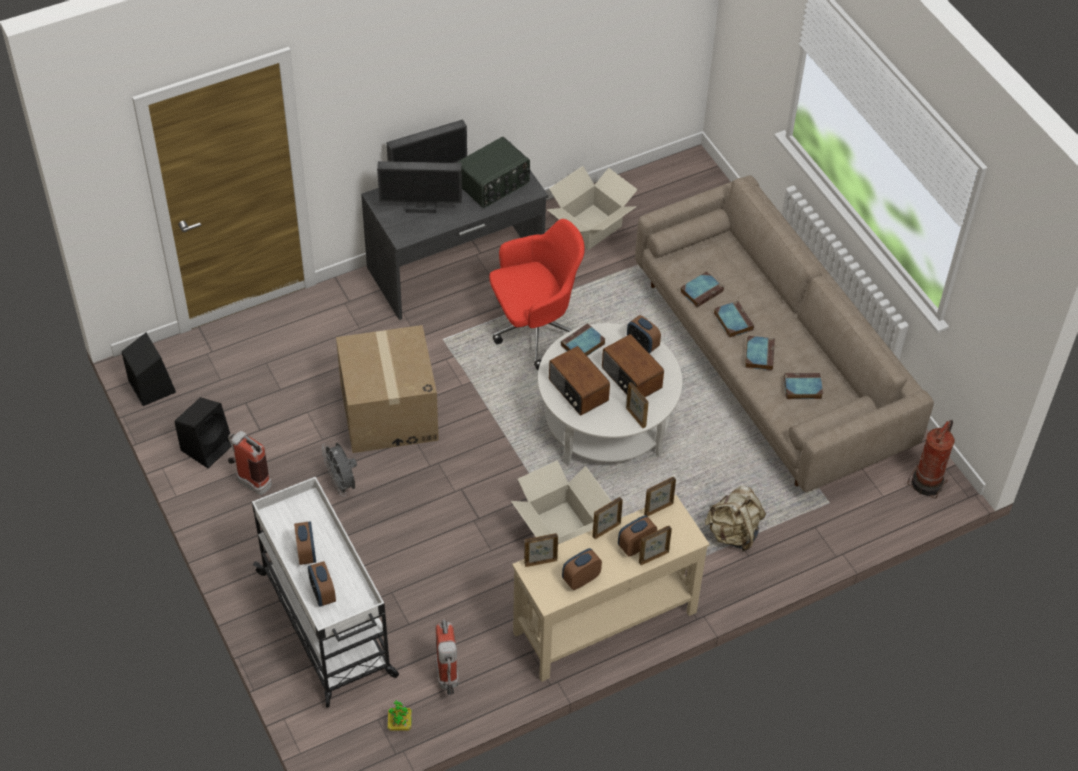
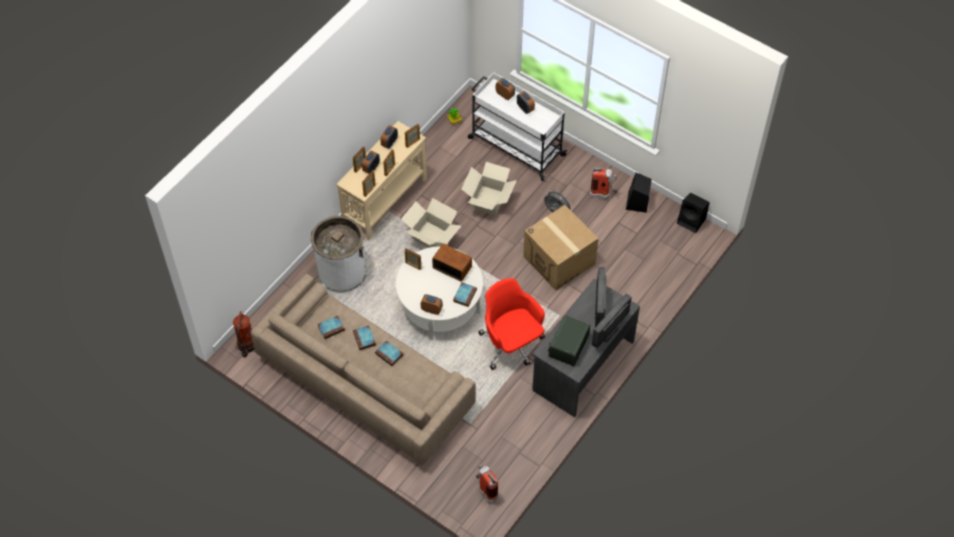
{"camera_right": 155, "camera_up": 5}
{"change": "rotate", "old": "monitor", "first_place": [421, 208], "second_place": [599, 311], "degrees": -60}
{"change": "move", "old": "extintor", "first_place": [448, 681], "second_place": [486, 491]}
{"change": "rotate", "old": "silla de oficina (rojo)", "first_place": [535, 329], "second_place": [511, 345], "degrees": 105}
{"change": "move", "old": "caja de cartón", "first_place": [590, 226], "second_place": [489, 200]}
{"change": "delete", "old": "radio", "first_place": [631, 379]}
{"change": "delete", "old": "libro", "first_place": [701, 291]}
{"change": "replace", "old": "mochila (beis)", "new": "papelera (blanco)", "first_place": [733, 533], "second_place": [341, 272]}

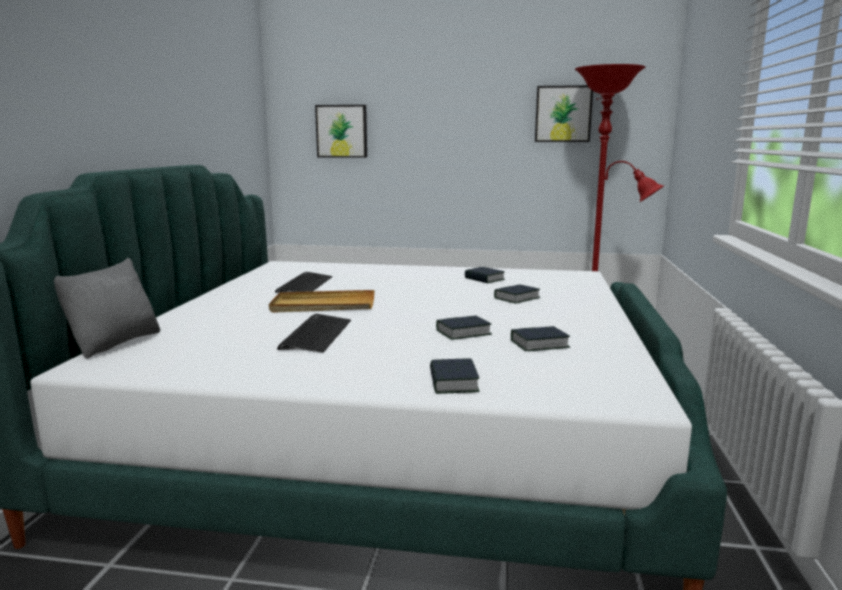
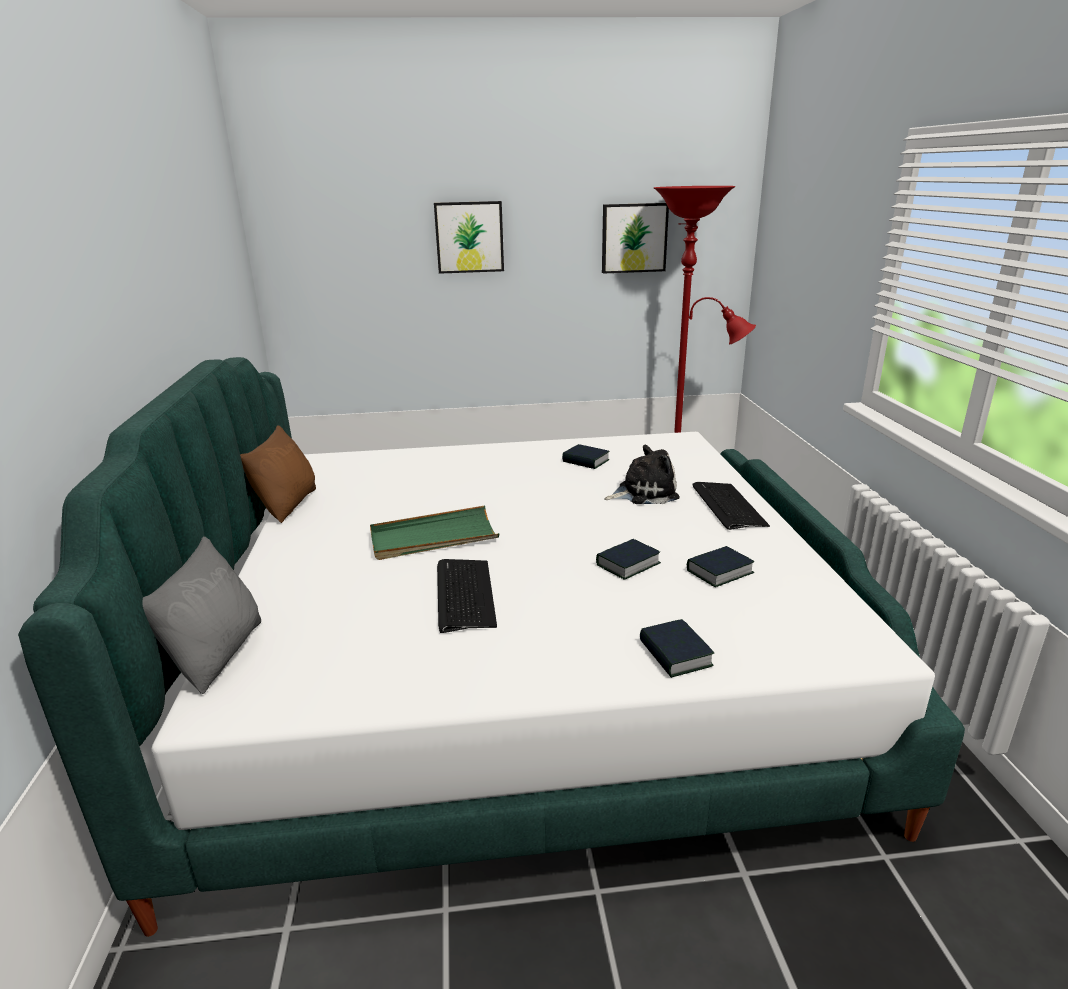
{"camera_right": -15, "camera_up": 10}
{"change": "recolor", "old": "bandeja (beis)", "new": "bandeja (verde)", "first_place": [323, 306], "second_place": [433, 537]}
{"change": "move", "old": "teclado", "first_place": [304, 285], "second_place": [727, 506]}
{"change": "move", "old": "cuadro", "first_place": [342, 131], "second_place": [469, 237]}
{"change": "replace", "old": "libro", "new": "peluche", "first_place": [516, 298], "second_place": [644, 493]}
{"change": "insert", "new": "cojín (marrón)", "second_place": [287, 505]}

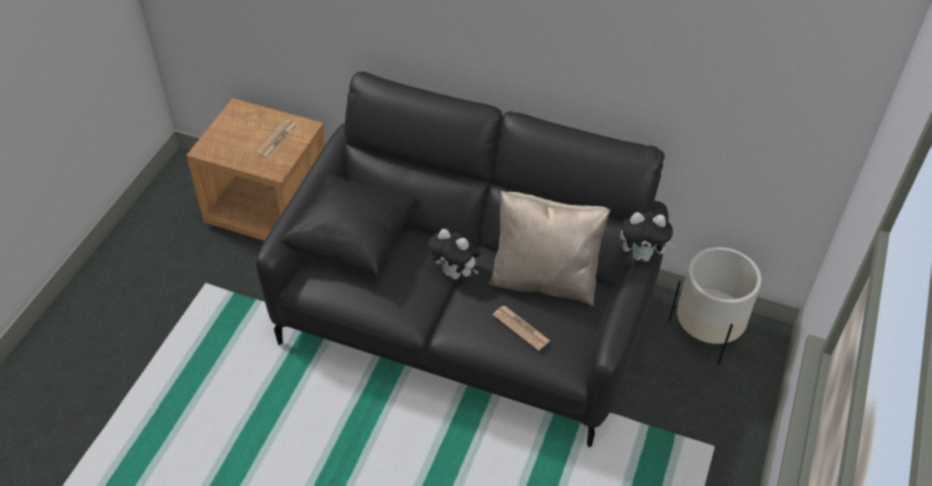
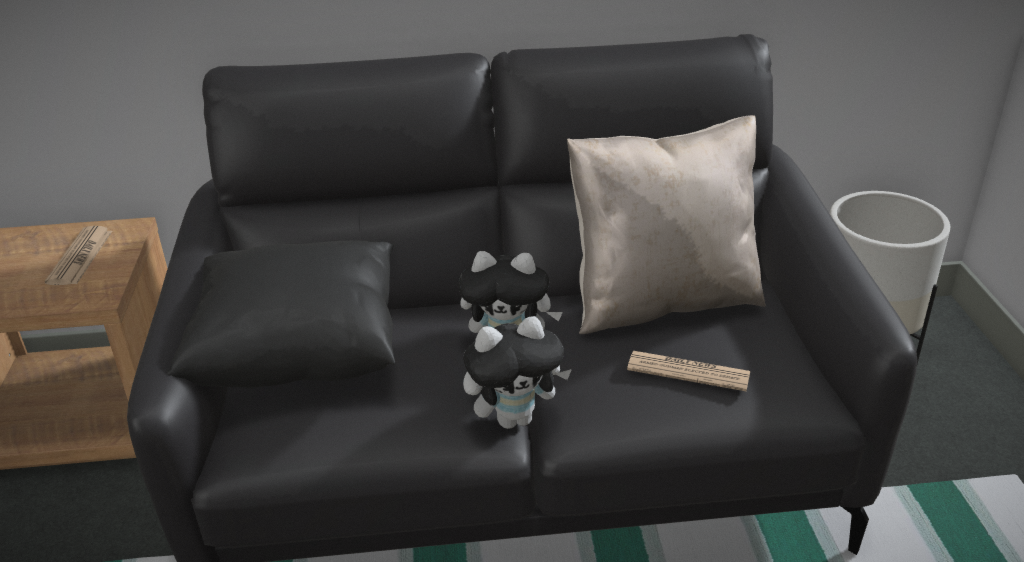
{"camera_right": -25, "camera_up": -15}
{"change": "move", "old": "peluche", "first_place": [642, 255], "second_place": [515, 418]}

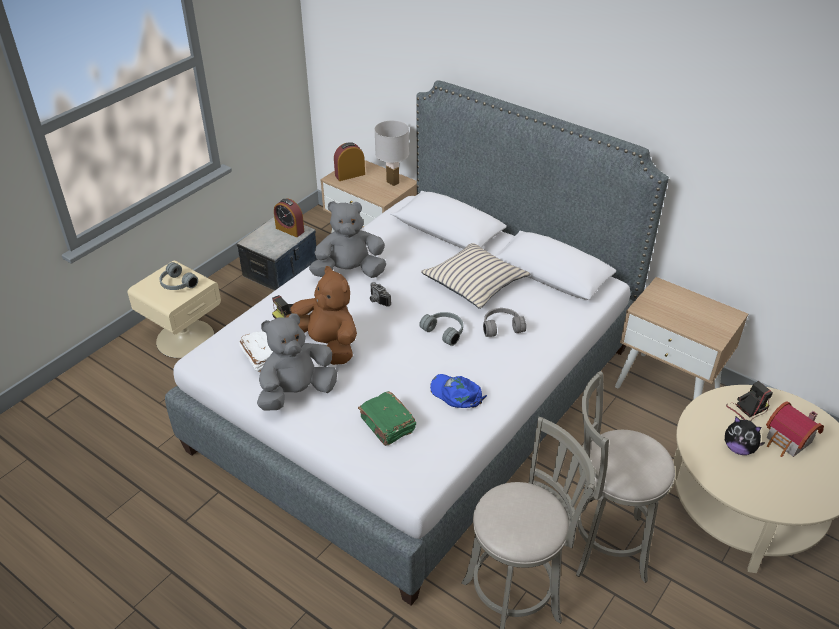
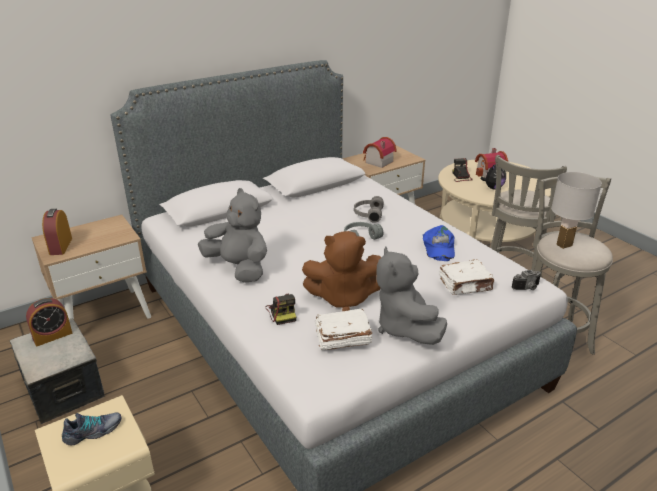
{"camera_right": -70, "camera_up": -10}
{"change": "replace", "old": "auriculares (gris)", "new": "zapato", "first_place": [176, 284], "second_place": [93, 432]}
{"change": "rotate", "old": "peluche (marrón)", "first_place": [327, 345], "second_place": [344, 298], "degrees": -150}
{"change": "rotate", "old": "peluche (gris)", "first_place": [349, 272], "second_place": [239, 268], "degrees": 120}
{"change": "recolor", "old": "libro (verde)", "new": "libro (blanco)", "first_place": [387, 425], "second_place": [466, 285]}
{"change": "move", "old": "cámara", "first_place": [377, 301], "second_place": [528, 288]}
{"change": "move", "old": "lámpara de mesa (blanco)", "first_place": [392, 182], "second_place": [564, 245]}
{"change": "delete", "old": "cojín (beis)", "first_place": [475, 282]}
{"change": "rotate", "old": "gorra (azul)", "first_place": [456, 394], "second_place": [438, 247], "degrees": -60}
{"change": "insert", "new": "casita", "second_place": [377, 162]}

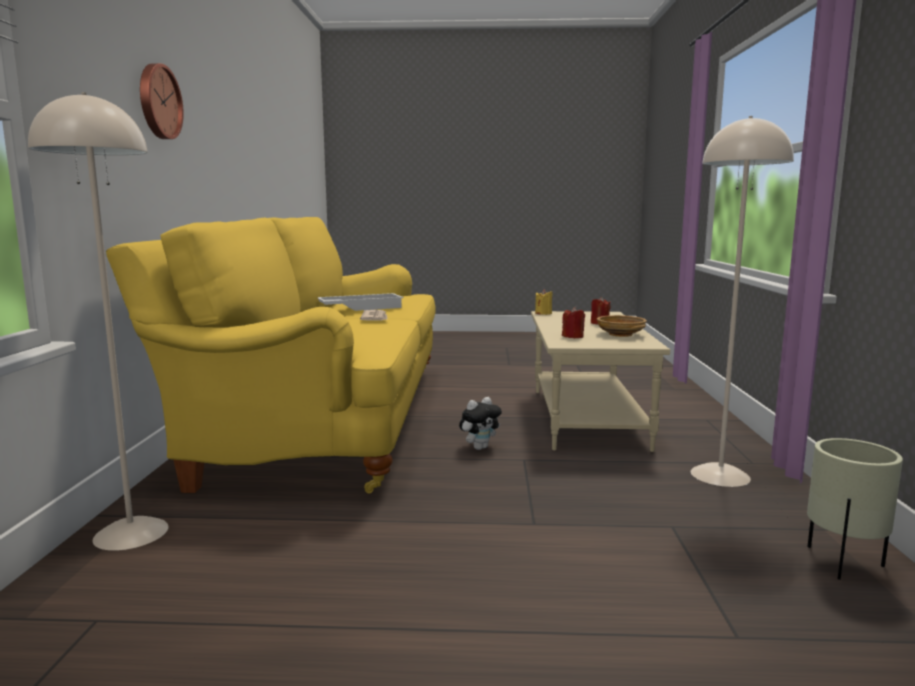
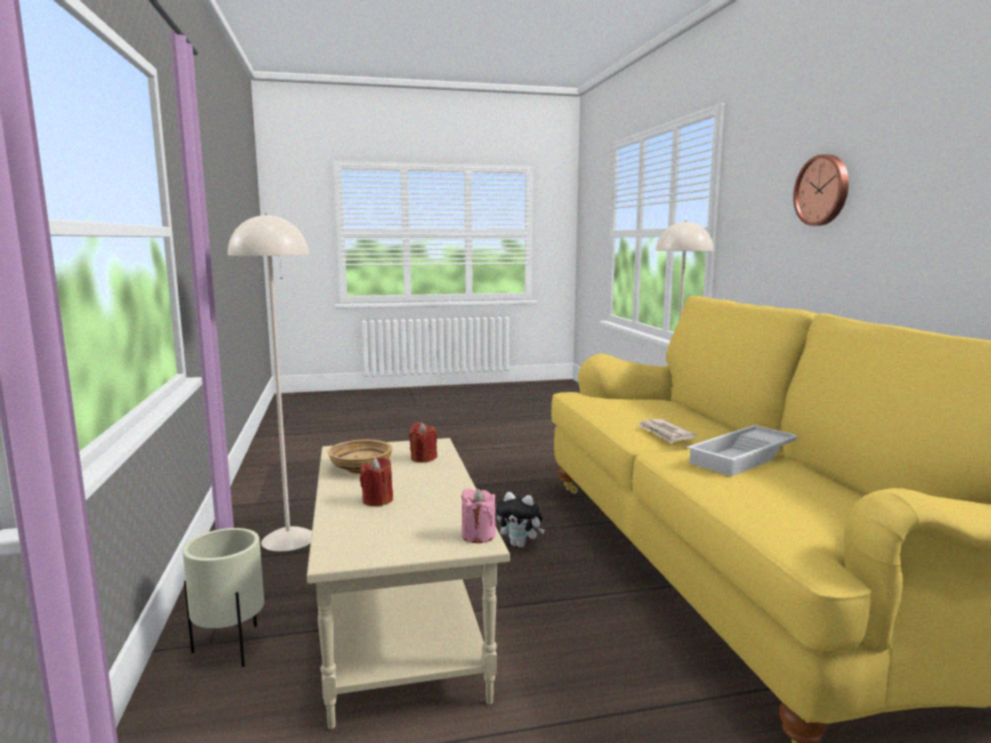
{"camera_right": 165, "camera_up": 0}
{"change": "rotate", "old": "peluche", "first_place": [479, 447], "second_place": [520, 544], "degrees": -105}
{"change": "recolor", "old": "vela (amarillo)", "new": "vela (rosa)", "first_place": [543, 313], "second_place": [478, 535]}
{"change": "move", "old": "maceta (beis)", "first_place": [843, 564], "second_place": [230, 648]}

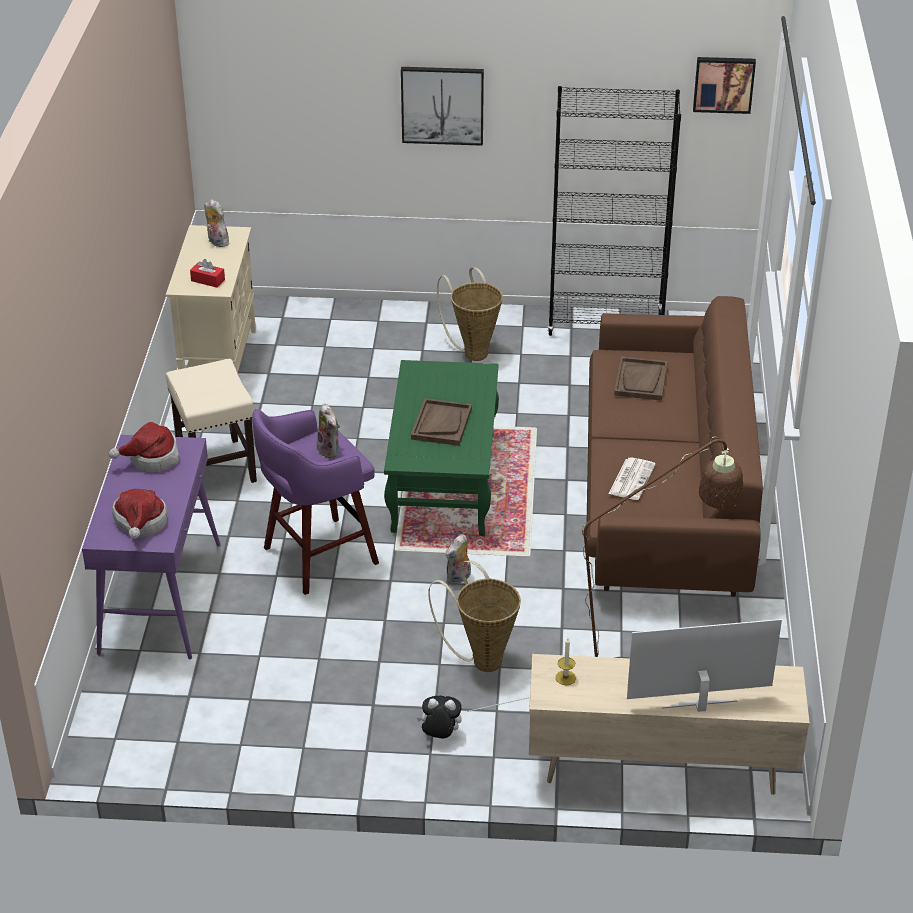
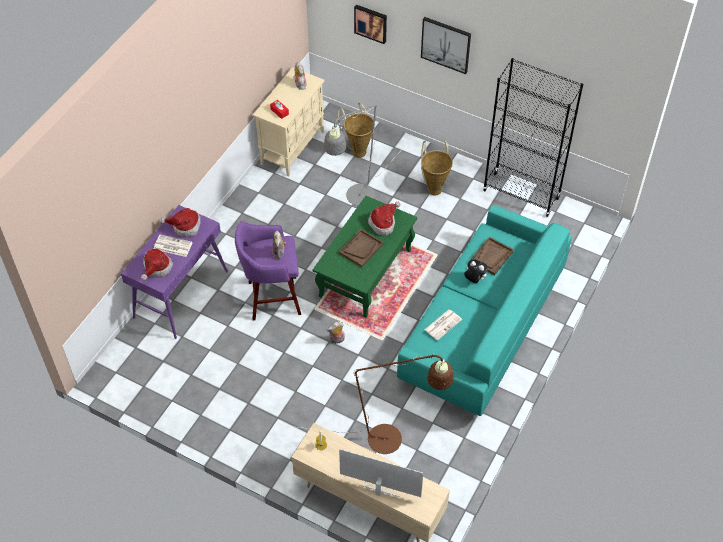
{"camera_right": 25, "camera_up": 15}
{"change": "delete", "old": "taburete (beis)", "first_place": [217, 467]}
{"change": "move", "old": "peluche", "first_place": [440, 735], "second_place": [474, 279]}
{"change": "move", "old": "cesta", "first_place": [482, 658], "second_place": [358, 150]}
{"change": "recolor", "old": "sofá (marrón)", "new": "sofá (turquesa)", "first_place": [664, 495], "second_place": [481, 327]}
{"change": "move", "old": "cuadro", "first_place": [723, 83], "second_place": [371, 23]}
{"change": "insert", "new": "periódico", "second_place": [172, 246]}
{"change": "insert", "new": "lámpara de pie (gris)", "second_place": [356, 200]}
{"change": "insert", "new": "sombrero", "second_place": [383, 223]}

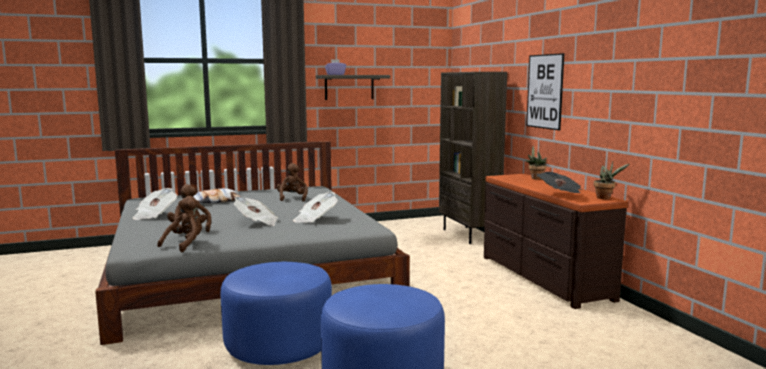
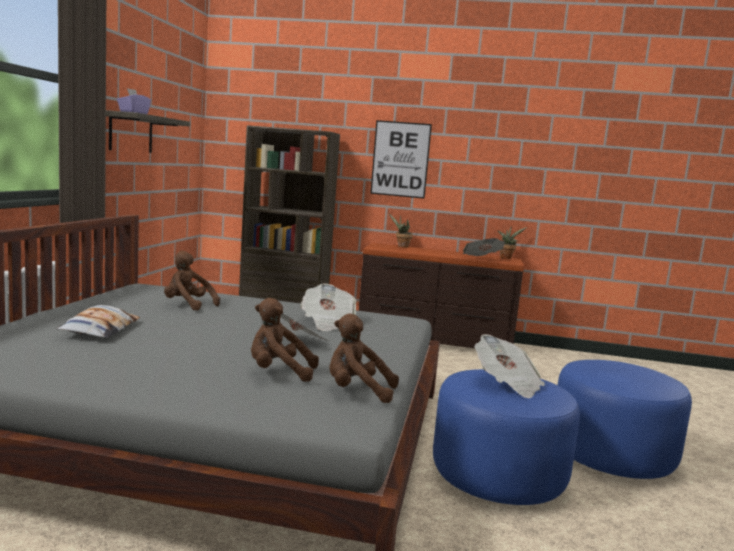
{"camera_right": -60, "camera_up": 0}
{"change": "move", "old": "periódico", "first_place": [154, 215], "second_place": [507, 384]}
{"change": "rotate", "old": "peluche (marrón)", "first_place": [185, 244], "second_place": [357, 392], "degrees": -45}

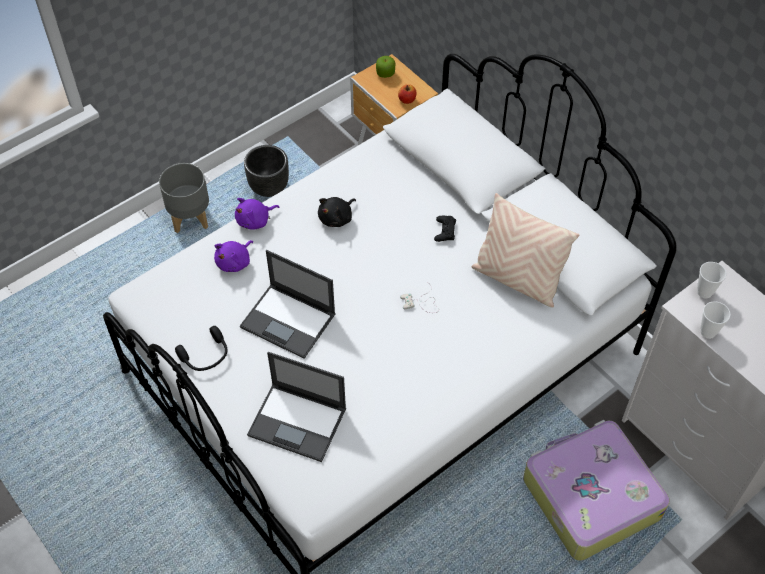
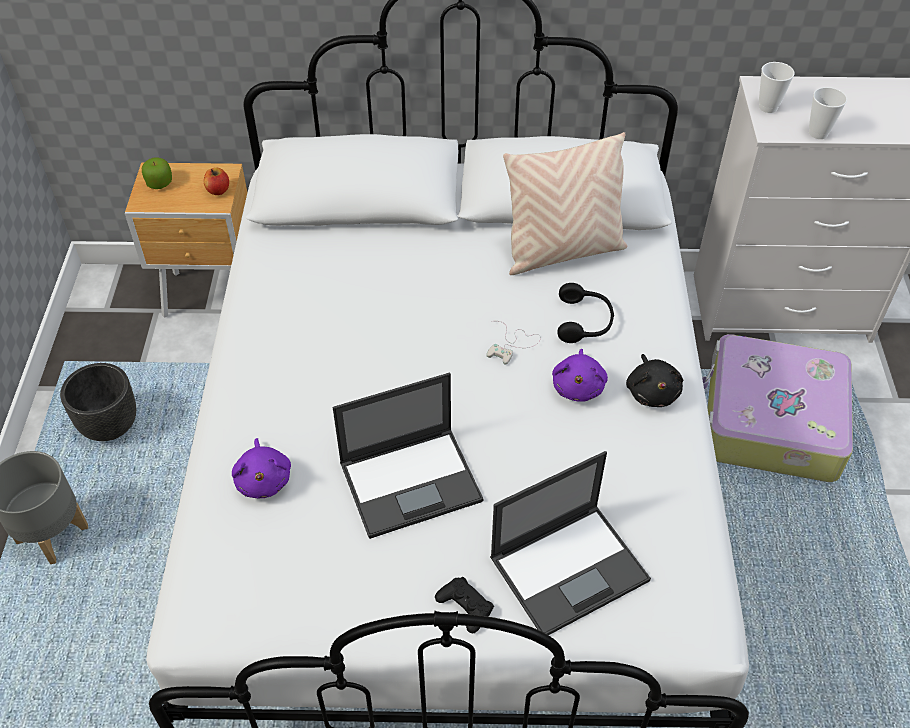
{"camera_right": -50, "camera_up": -5}
{"change": "move", "old": "auriculares (negro)", "first_place": [206, 356], "second_place": [584, 321]}
{"change": "move", "old": "peluche (morado)", "first_place": [255, 220], "second_place": [578, 386]}
{"change": "move", "old": "peluche (negro)", "first_place": [337, 218], "second_place": [652, 392]}
{"change": "move", "old": "mando de consola (negro)", "first_place": [445, 231], "second_place": [465, 606]}

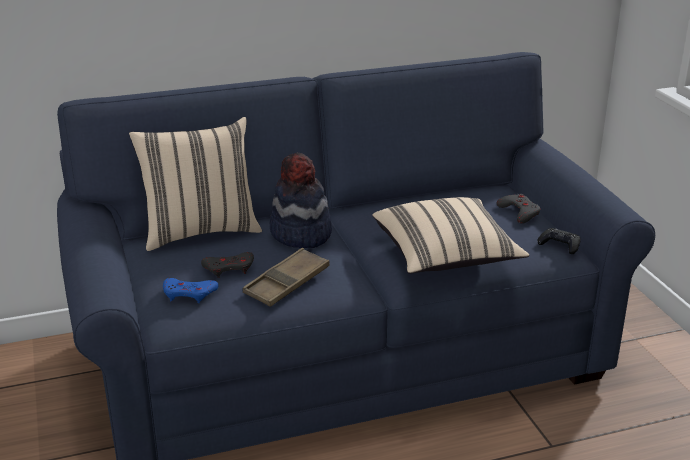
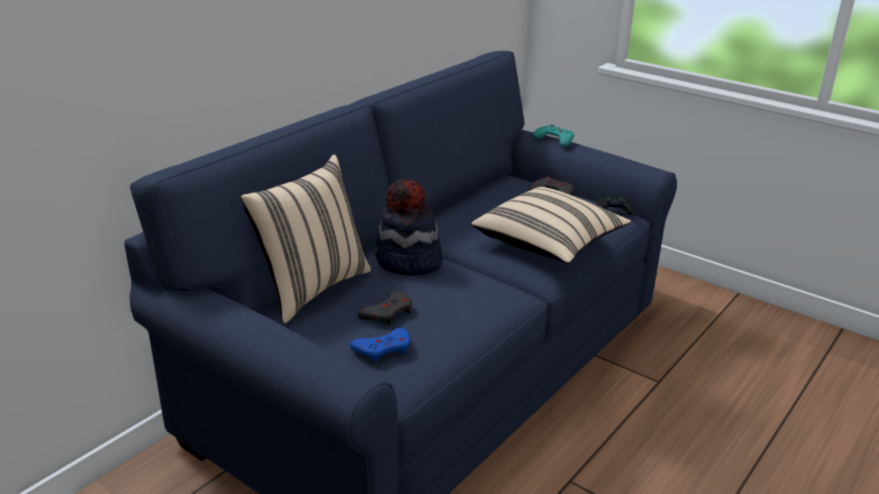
{"camera_right": -35, "camera_up": 0}
{"change": "delete", "old": "bandeja (marrón)", "first_place": [287, 283]}
{"change": "insert", "new": "mando de consola (turquesa)", "second_place": [555, 139]}

